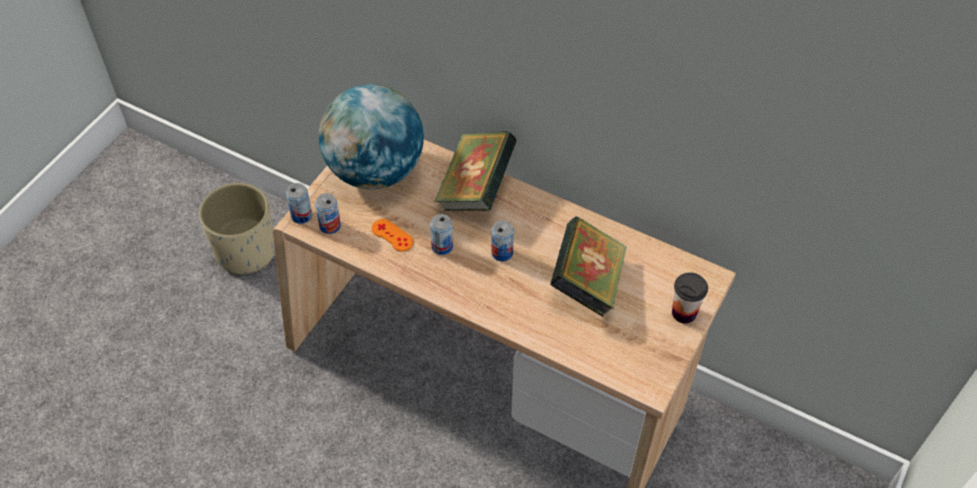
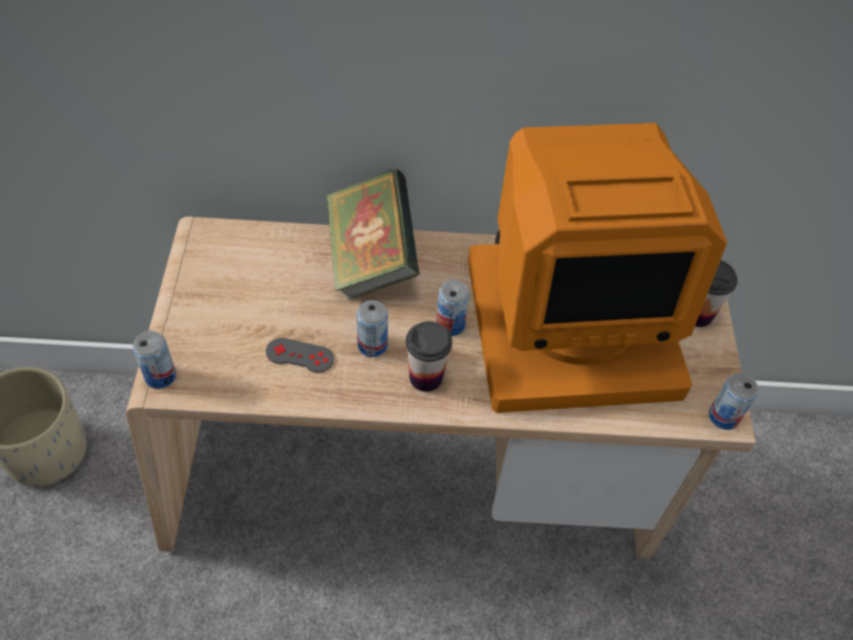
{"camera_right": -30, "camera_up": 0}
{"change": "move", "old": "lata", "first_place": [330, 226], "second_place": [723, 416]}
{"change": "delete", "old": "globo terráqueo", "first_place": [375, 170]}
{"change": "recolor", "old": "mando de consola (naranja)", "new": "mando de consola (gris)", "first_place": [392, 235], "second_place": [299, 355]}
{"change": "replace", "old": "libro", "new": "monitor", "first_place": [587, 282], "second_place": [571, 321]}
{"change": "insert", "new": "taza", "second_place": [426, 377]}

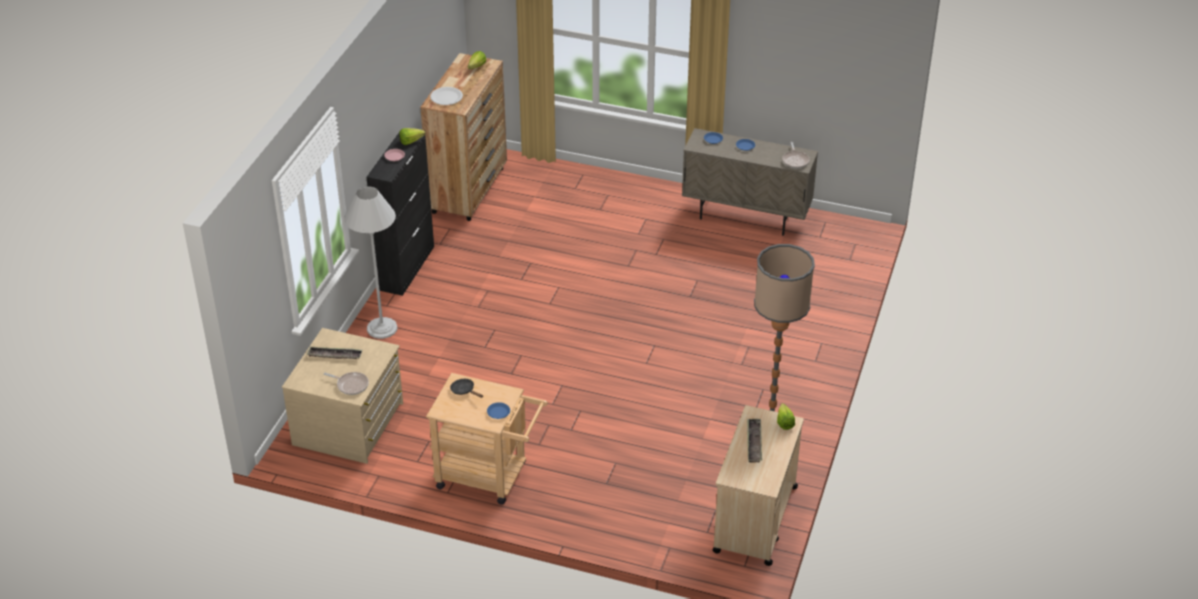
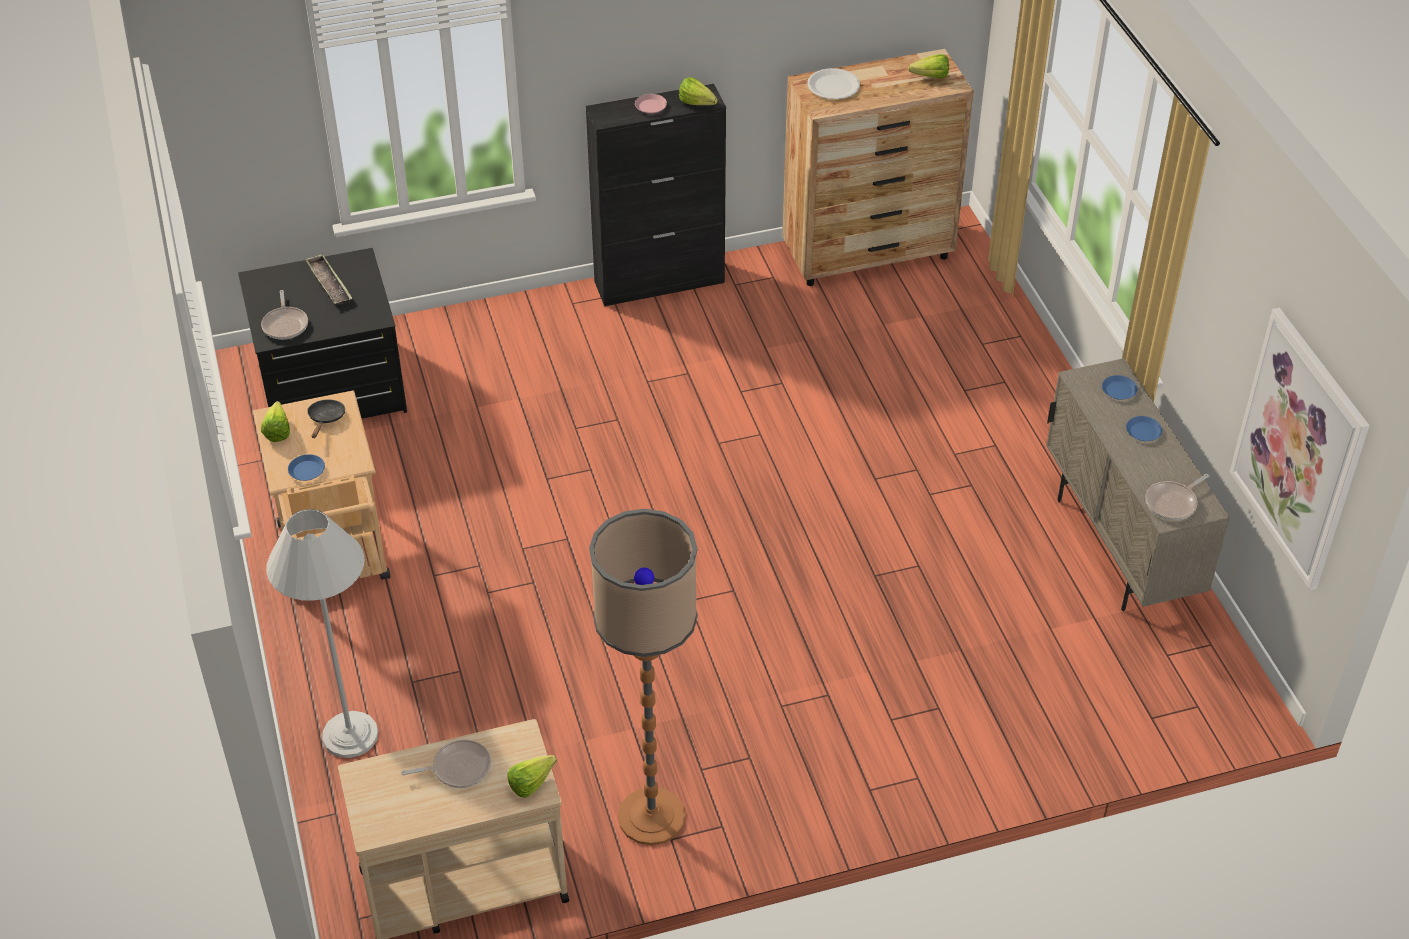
{"camera_right": 55, "camera_up": 5}
{"change": "recolor", "old": "cómoda (beis)", "new": "cómoda (negro)", "first_place": [350, 424], "second_place": [332, 388]}
{"change": "move", "old": "lámpara de pie (blanco)", "first_place": [382, 328], "second_place": [350, 735]}
{"change": "replace", "old": "bandeja", "new": "sartén", "first_place": [754, 443], "second_place": [458, 768]}
{"change": "insert", "new": "lechuga", "second_place": [279, 429]}
{"change": "insert", "new": "cuadro", "second_place": [1299, 449]}

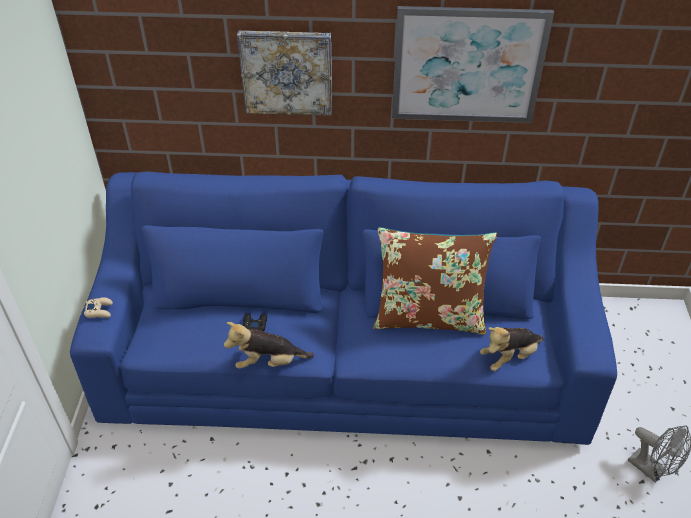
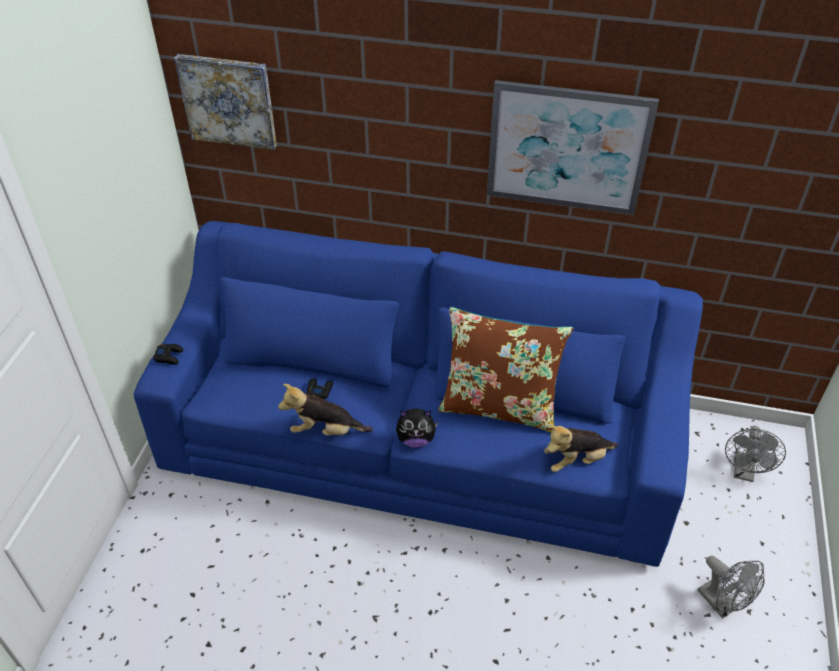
{"camera_right": 10, "camera_up": 0}
{"change": "recolor", "old": "mando de consola (beis)", "new": "mando de consola (negro)", "first_place": [99, 310], "second_place": [169, 356]}
{"change": "move", "old": "cuadro", "first_place": [287, 72], "second_place": [228, 101]}
{"change": "insert", "new": "peluche", "second_place": [416, 439]}
{"change": "insert", "new": "ventilador (gris)", "second_place": [744, 472]}

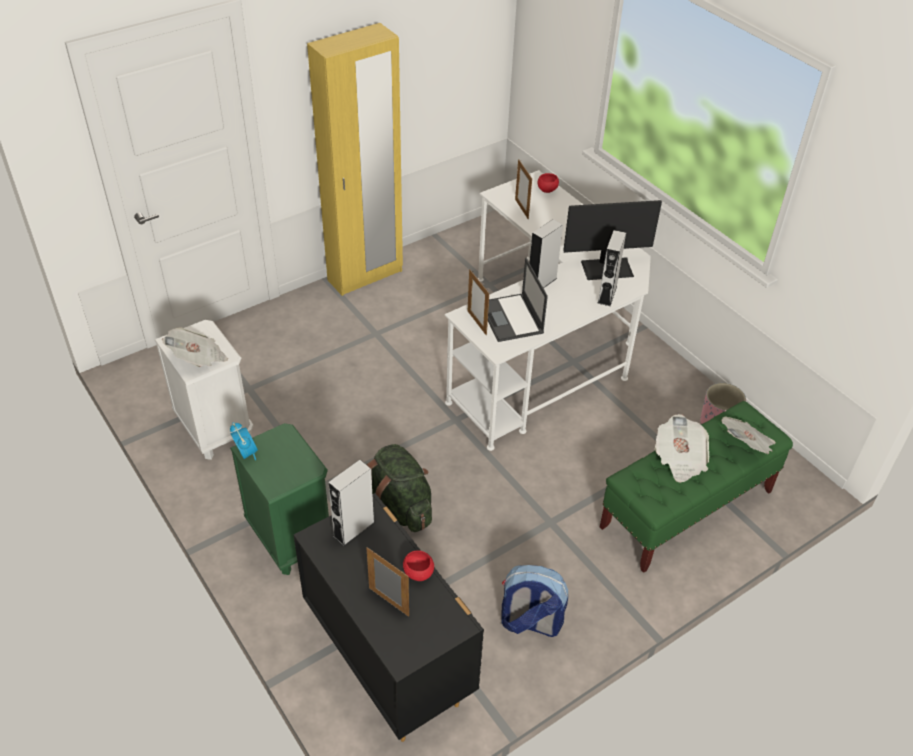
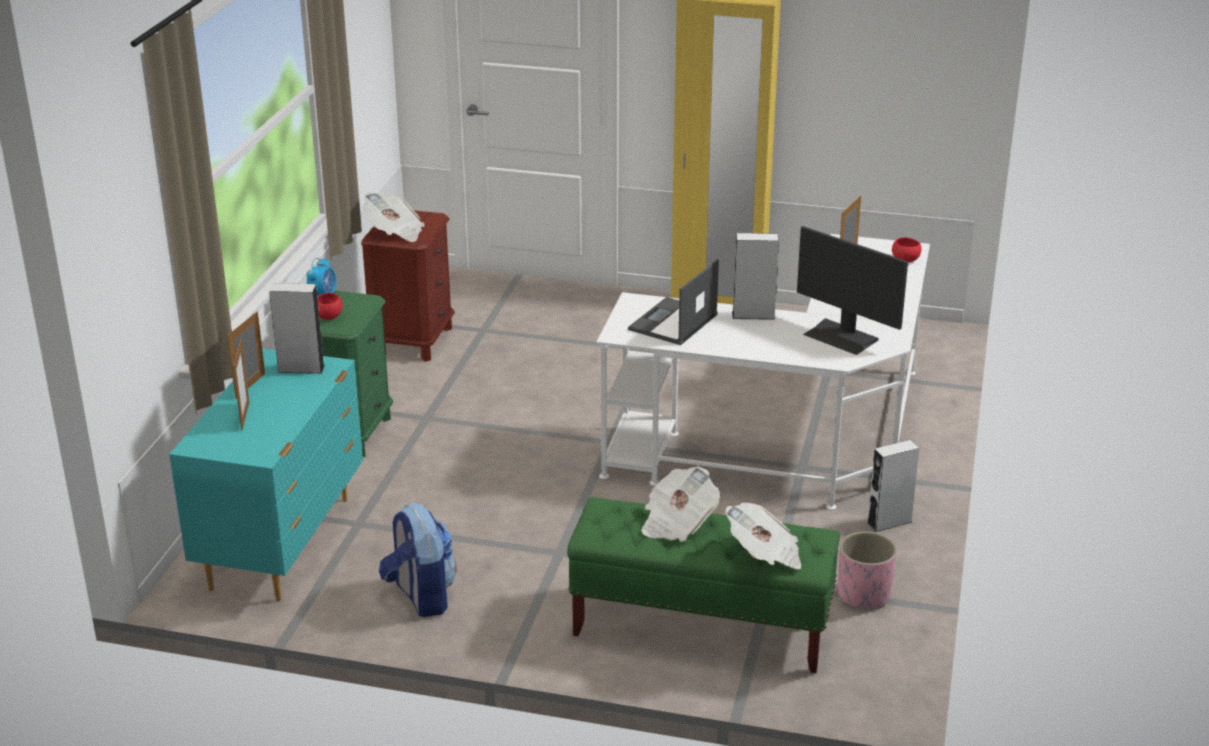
{"camera_right": 50, "camera_up": -15}
{"change": "recolor", "old": "mesita de noche (blanco)", "new": "mesita de noche (marrón)", "first_place": [215, 430], "second_place": [414, 341]}
{"change": "recolor", "old": "cómoda (negro)", "new": "cómoda (turquesa)", "first_place": [388, 659], "second_place": [283, 542]}
{"change": "delete", "old": "mochila (verde)", "first_place": [398, 509]}
{"change": "move", "old": "cuenco (rojo)", "first_place": [418, 573], "second_place": [328, 317]}
{"change": "move", "old": "portarretratos", "first_place": [477, 323], "second_place": [250, 386]}
{"change": "move", "old": "altavoz (gris)", "first_place": [607, 294], "second_place": [889, 522]}

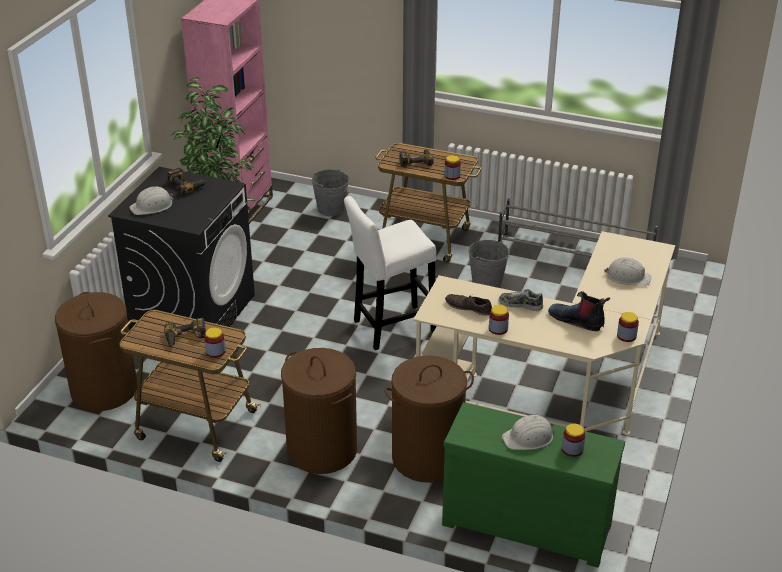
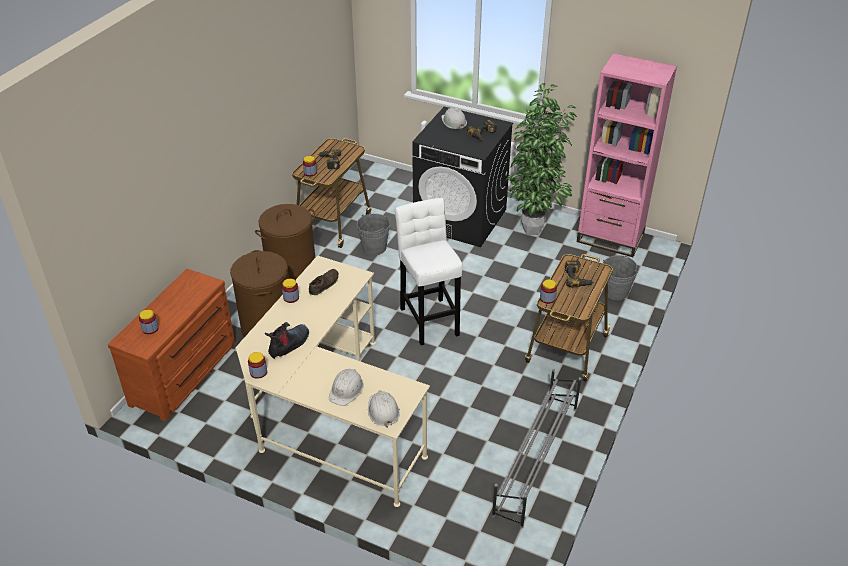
{"camera_right": 95, "camera_up": 5}
{"change": "delete", "old": "cesto de la ropa (marrón)", "first_place": [104, 390]}
{"change": "recolor", "old": "cómoda (verde)", "new": "cómoda (marrón)", "first_place": [527, 521], "second_place": [186, 374]}
{"change": "move", "old": "cubo (gris)", "first_place": [487, 282], "second_place": [374, 247]}
{"change": "delete", "old": "zapato", "first_place": [520, 304]}
{"change": "move", "old": "casco (blanco)", "first_place": [528, 438], "second_place": [383, 410]}

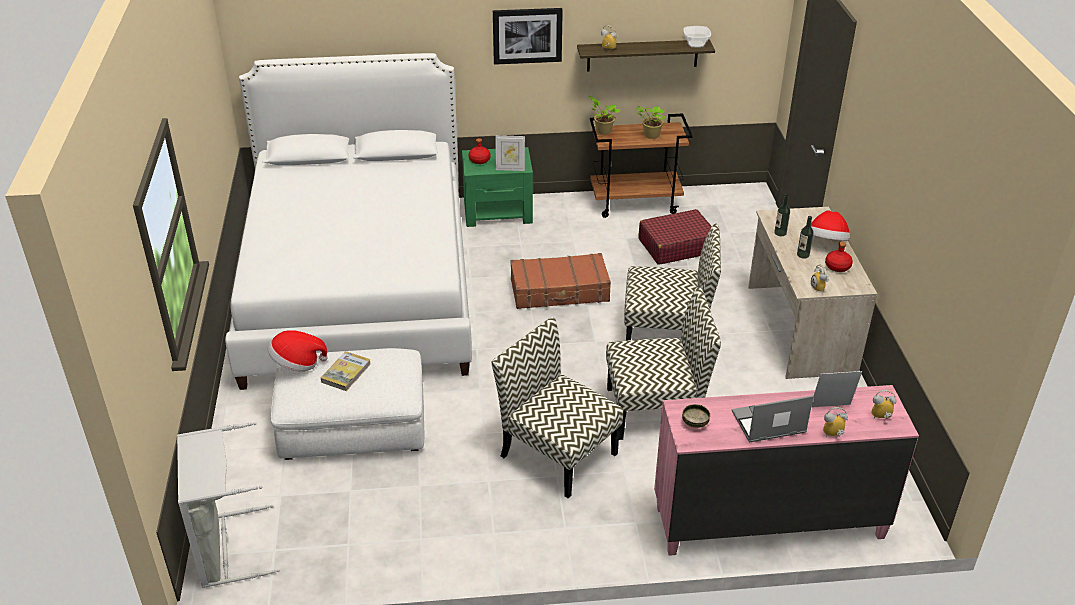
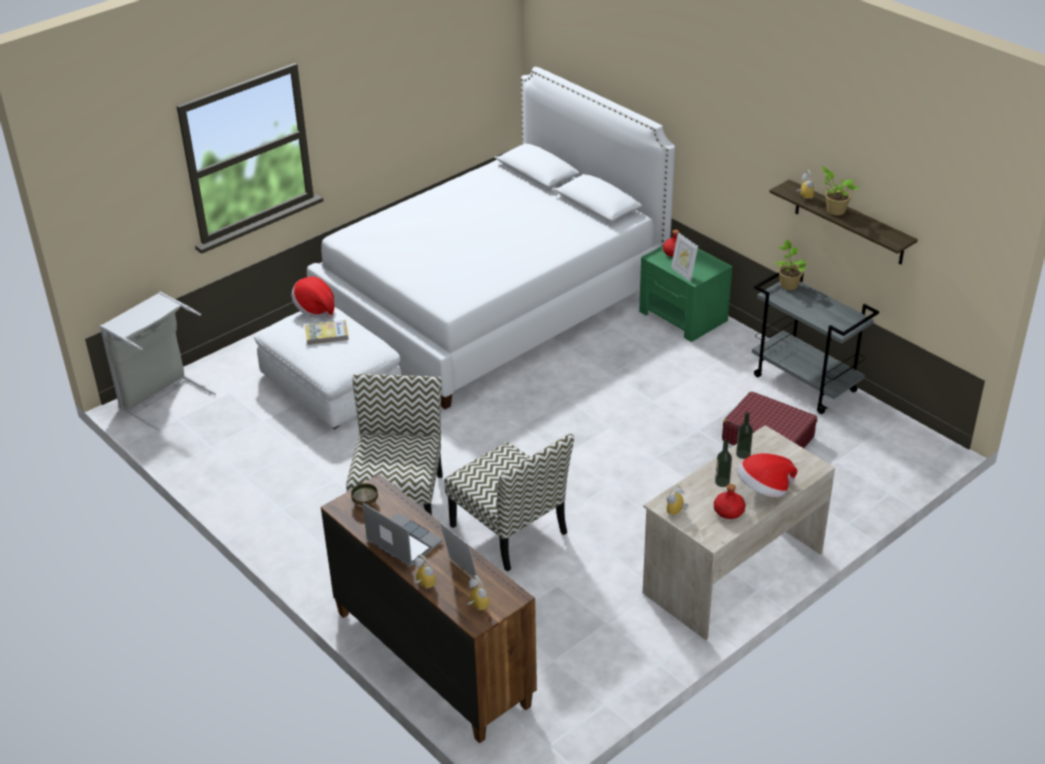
{"camera_right": 55, "camera_up": 0}
{"change": "delete", "old": "cuadro", "first_place": [527, 35]}
{"change": "delete", "old": "maleta (marrón)", "first_place": [560, 291]}
{"change": "recolor", "old": "carrito (marrón)", "new": "carrito (gris)", "first_place": [636, 203], "second_place": [806, 383]}
{"change": "delete", "old": "silla", "first_place": [667, 334]}
{"change": "move", "old": "planta en maceta", "first_place": [650, 135], "second_place": [834, 210]}
{"change": "recolor", "old": "cómoda (rosa)", "new": "cómoda (marrón)", "first_place": [767, 521], "second_place": [432, 657]}
{"change": "delete", "old": "cuenco", "first_place": [695, 44]}

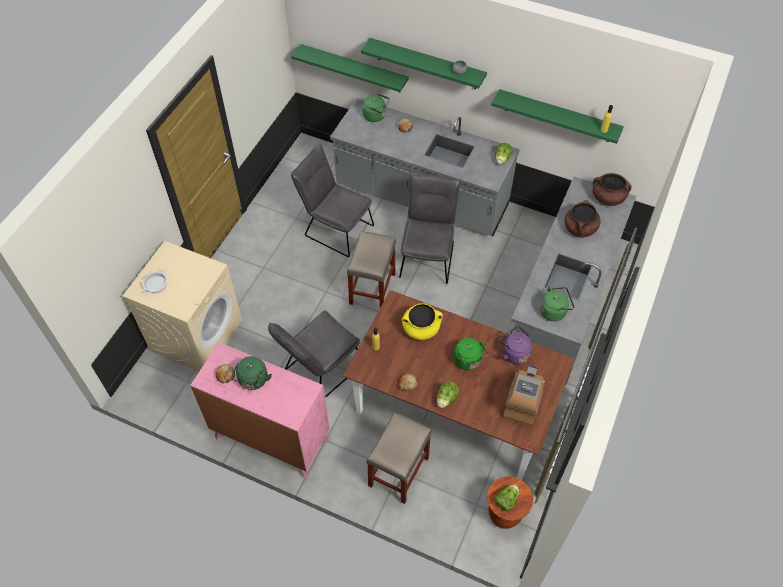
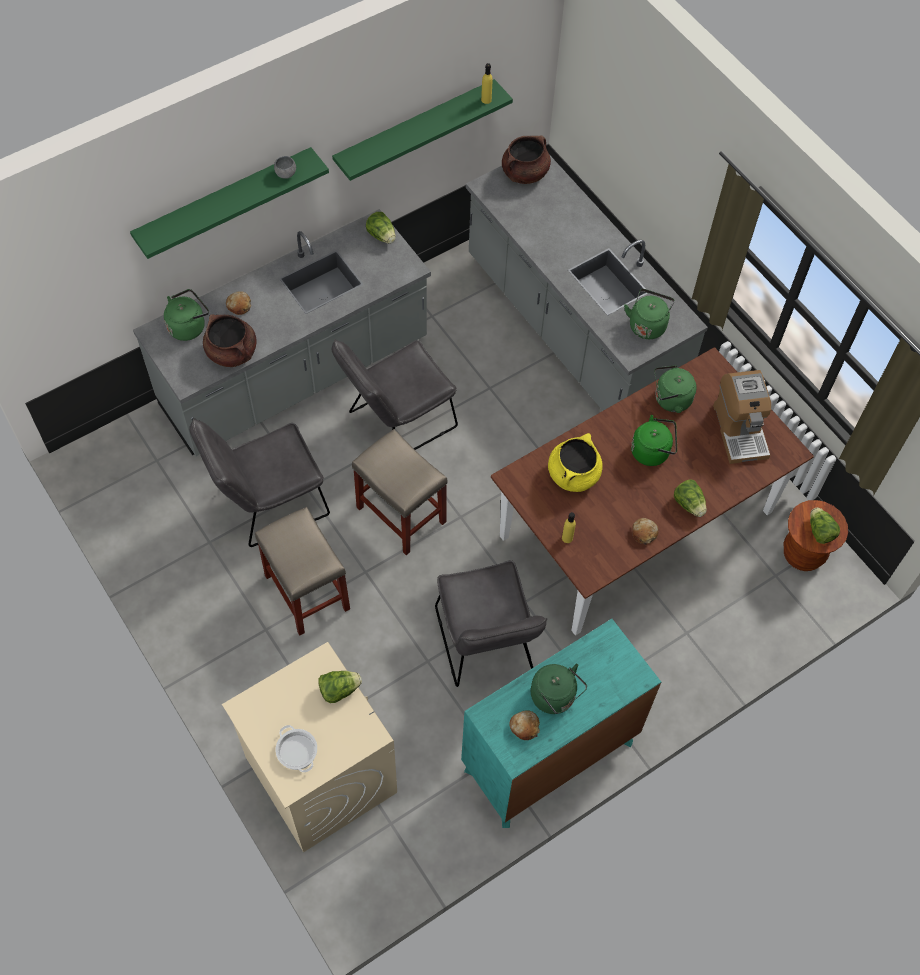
{"camera_right": -60, "camera_up": 5}
{"change": "recolor", "old": "cómoda (rosa)", "new": "cómoda (turquesa)", "first_place": [271, 437], "second_place": [549, 756]}
{"change": "delete", "old": "estante (verde)", "first_place": [354, 68]}
{"change": "move", "old": "taburete (beis)", "first_place": [399, 470], "second_place": [306, 591]}
{"change": "rotate", "old": "silla (gris)", "first_place": [427, 256], "second_place": [396, 423], "degrees": -75}
{"change": "recolor", "old": "hervidor (morado)", "new": "hervidor (verde)", "first_place": [514, 353], "second_place": [670, 400]}
{"change": "rotate", "old": "cafetera", "first_place": [523, 401], "second_place": [740, 430], "degrees": -150}
{"change": "move", "old": "olla (marrón)", "first_place": [580, 228], "second_place": [232, 352]}
{"change": "insert", "new": "lechuga", "second_place": [339, 690]}

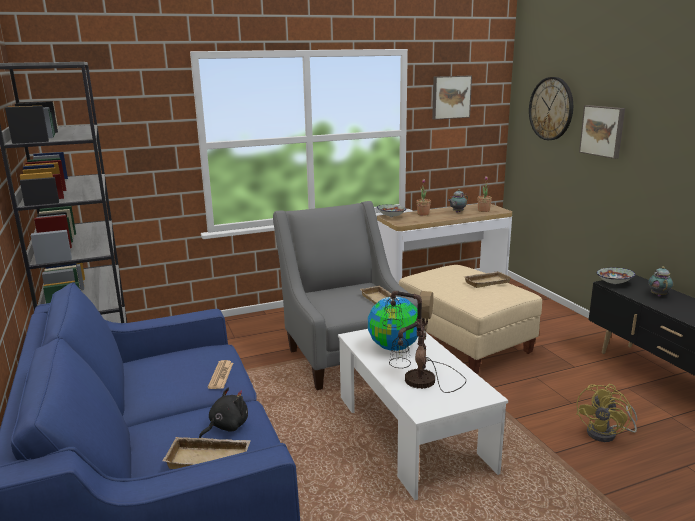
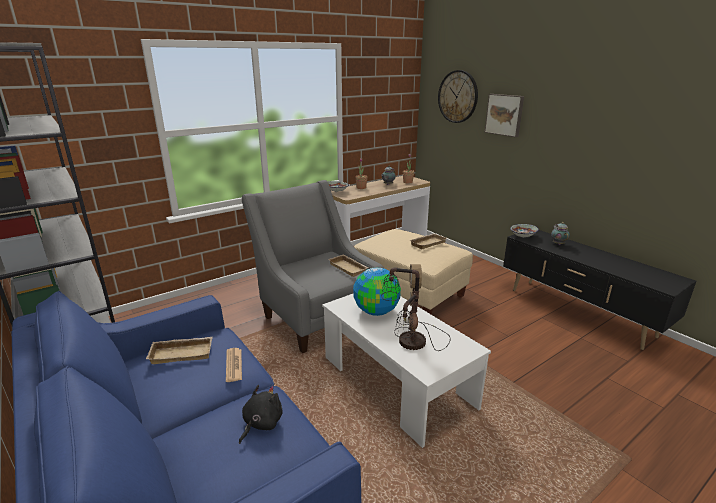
{"camera_right": -15, "camera_up": 5}
{"change": "move", "old": "bandeja (beis)", "first_place": [210, 458], "second_place": [183, 353]}
{"change": "delete", "old": "cuadro", "first_place": [450, 97]}
{"change": "delete", "old": "ventilador (amarillo)", "first_place": [607, 434]}

